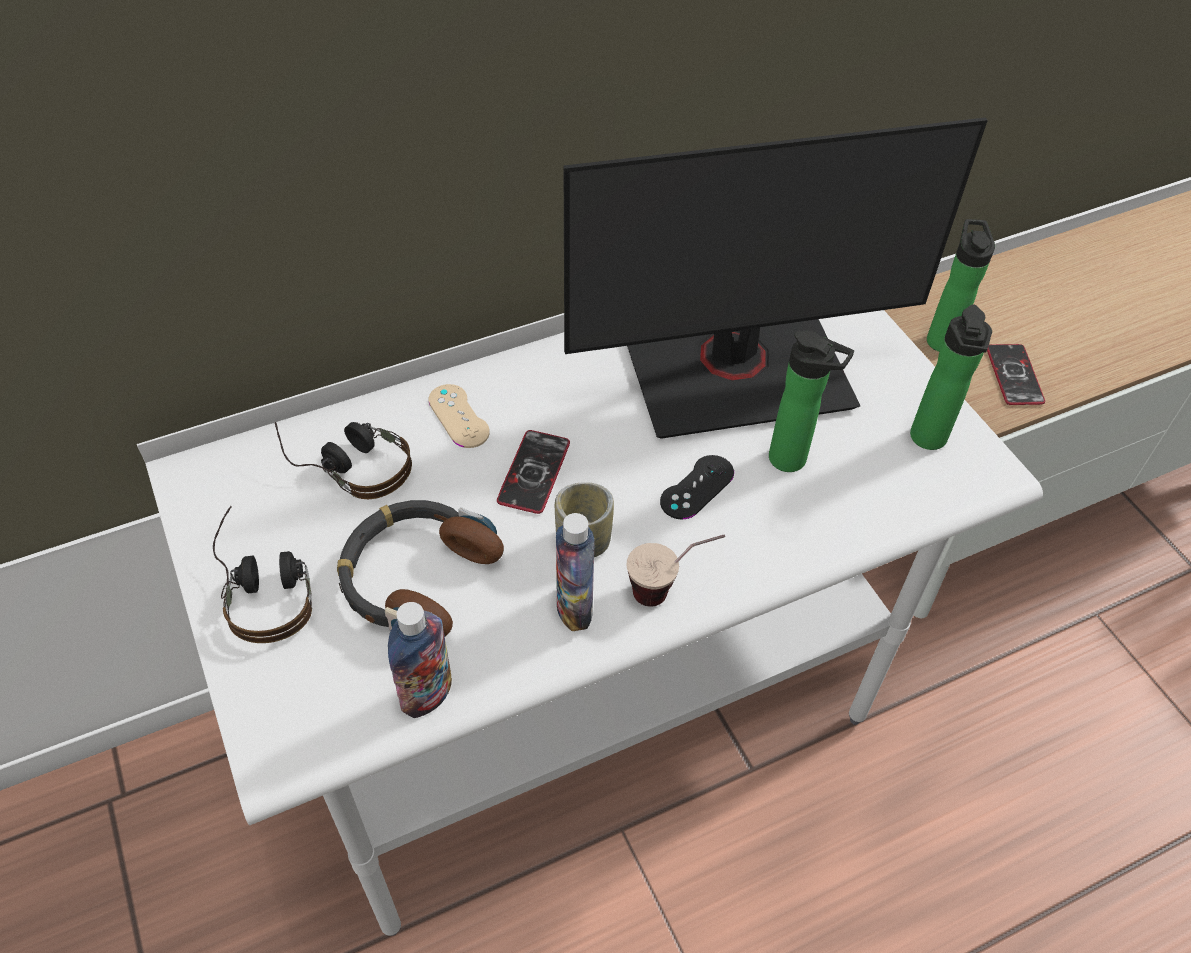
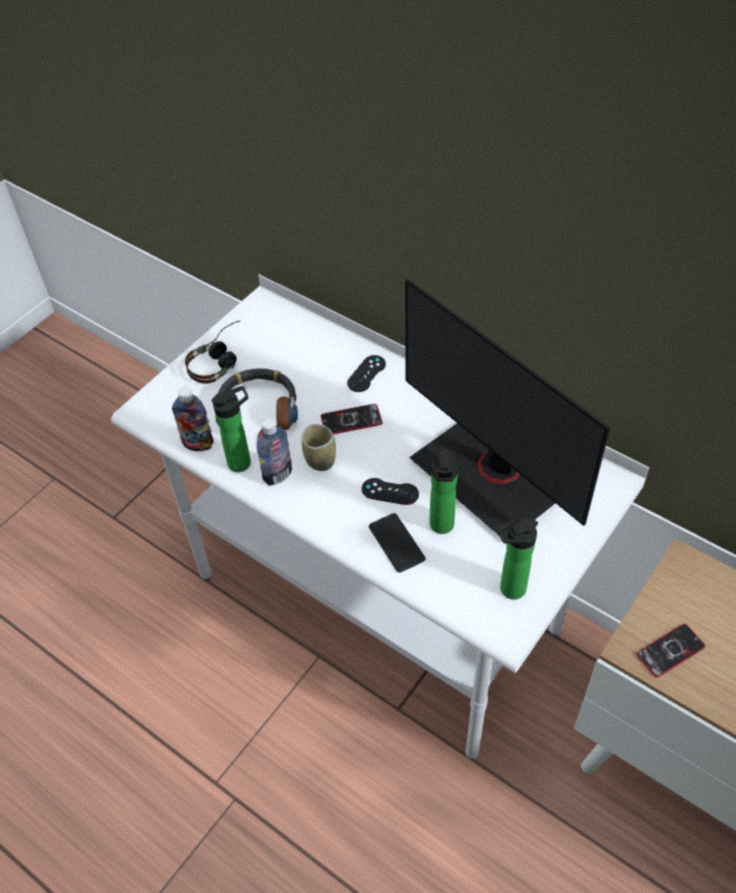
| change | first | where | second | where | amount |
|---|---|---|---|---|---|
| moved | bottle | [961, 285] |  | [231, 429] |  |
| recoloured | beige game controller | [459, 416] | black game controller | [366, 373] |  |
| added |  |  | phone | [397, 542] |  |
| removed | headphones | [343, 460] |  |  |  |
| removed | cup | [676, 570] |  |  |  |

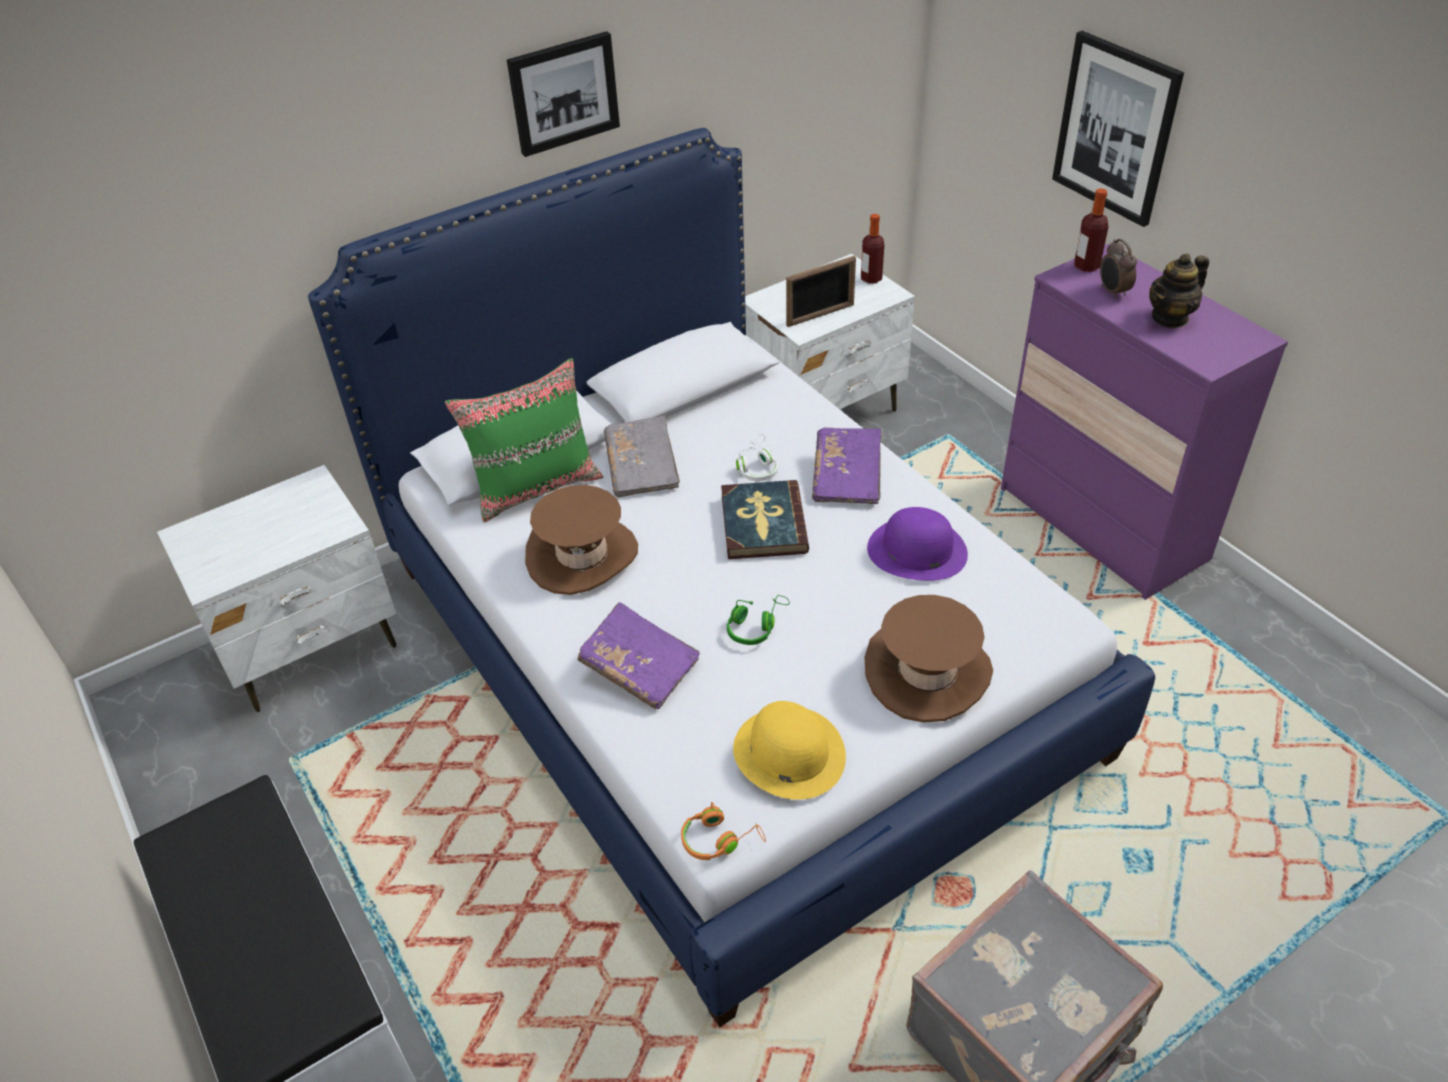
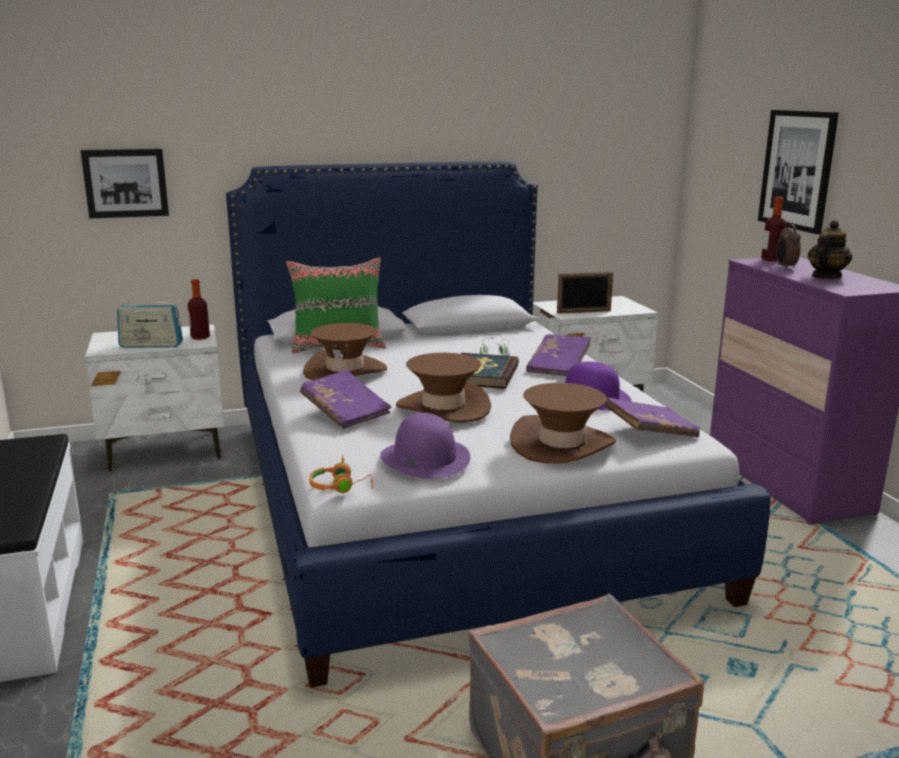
| change | first | where | second | where | amount |
|---|---|---|---|---|---|
| moved | picture | [563, 94] |  | [124, 183] |  |
| added |  |  | radio | [150, 322] |  |
| moved | bottle | [872, 249] |  | [199, 309] |  |
| recoloured | yellow hat | [789, 750] | purple hat | [425, 446] |  |
| replaced | green headphones | [758, 620] | brown hat | [443, 388] |  |
| added |  |  | purple book | [652, 417] |  |
| turned | teapot | [1179, 290] |  | [830, 249] | 150 degrees clockwise |
| removed | grey book | [642, 456] |  |  |  |

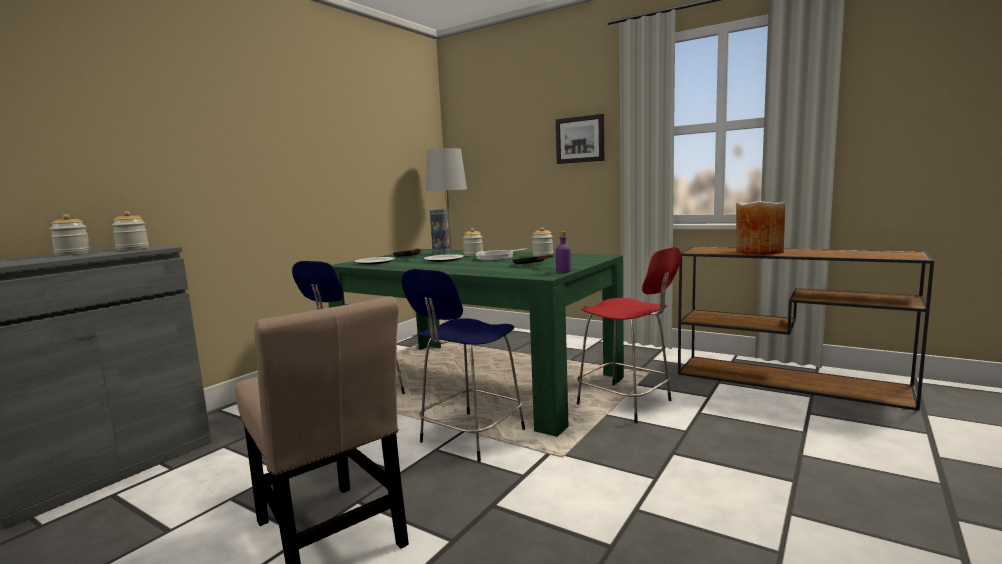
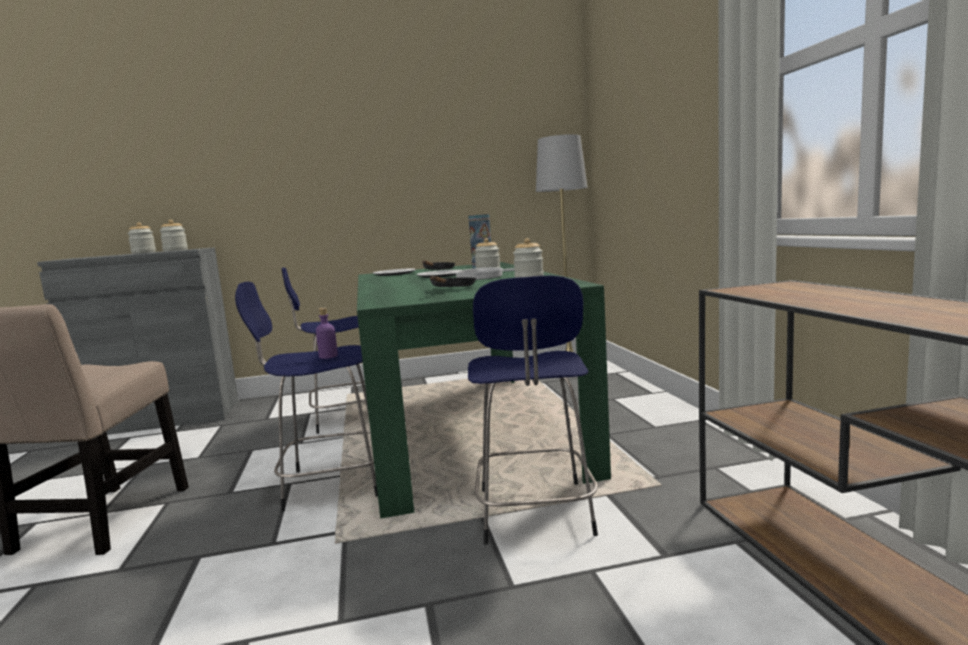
| change | first | where | second | where | amount |
|---|---|---|---|---|---|
| moved | purple bottle | [563, 252] |  | [327, 333] |  |
| recoloured | red stool | [629, 335] | blue stool | [533, 410] |  |
| removed | picture | [580, 139] |  |  |  |
| removed | beige vase | [760, 228] |  |  |  |

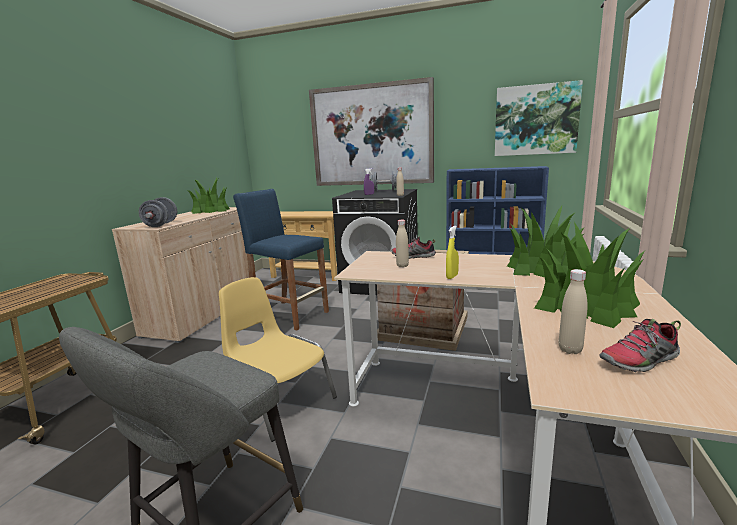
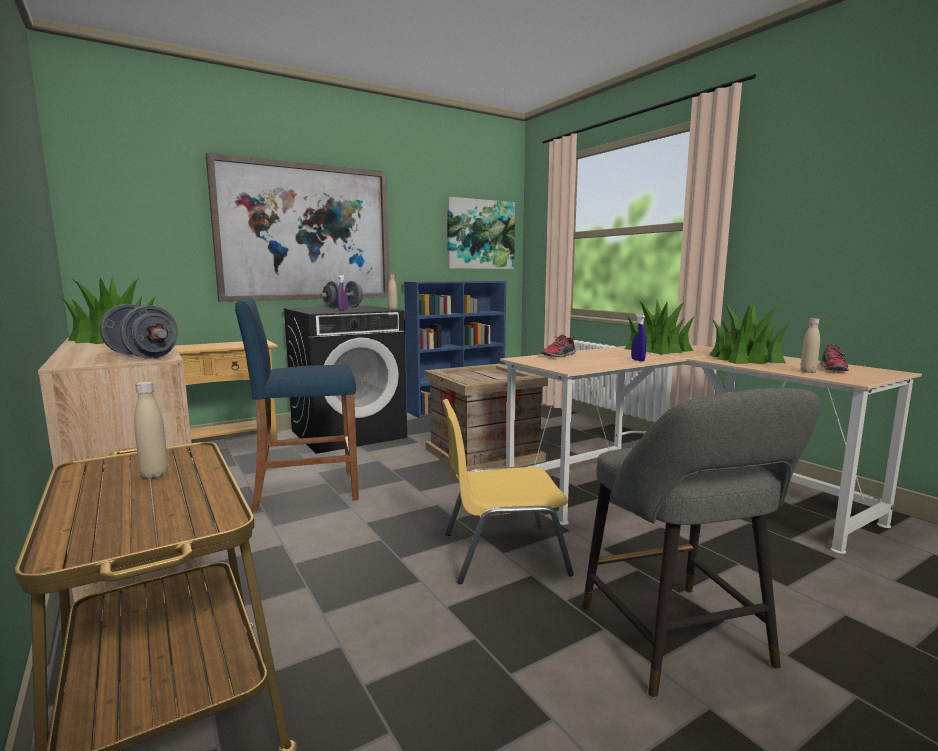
| change | first | where | second | where | amount |
|---|---|---|---|---|---|
| moved | beige bottle | [402, 243] |  | [151, 430] |  |
| recoloured | yellow spray bottle | [452, 252] | blue spray bottle | [638, 338] |  |

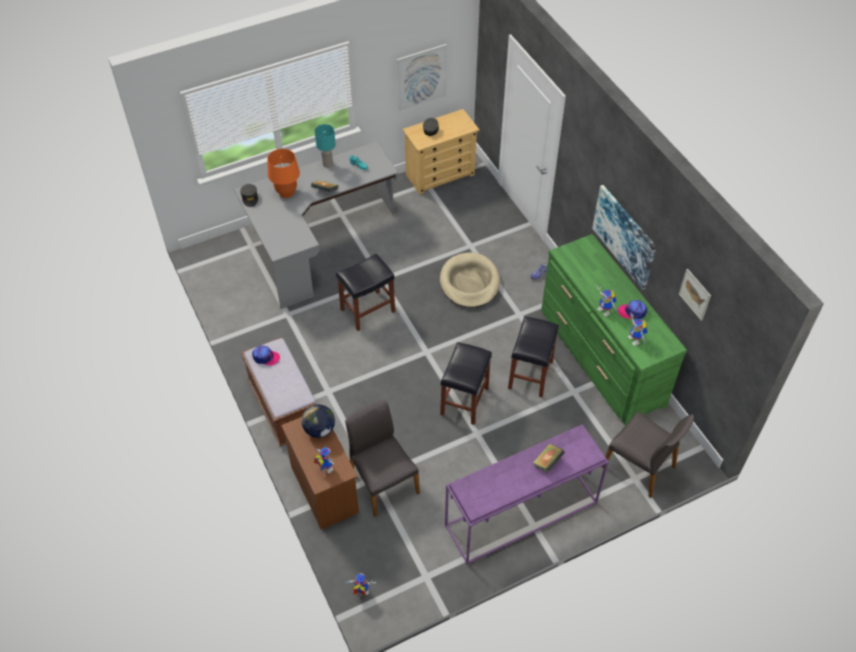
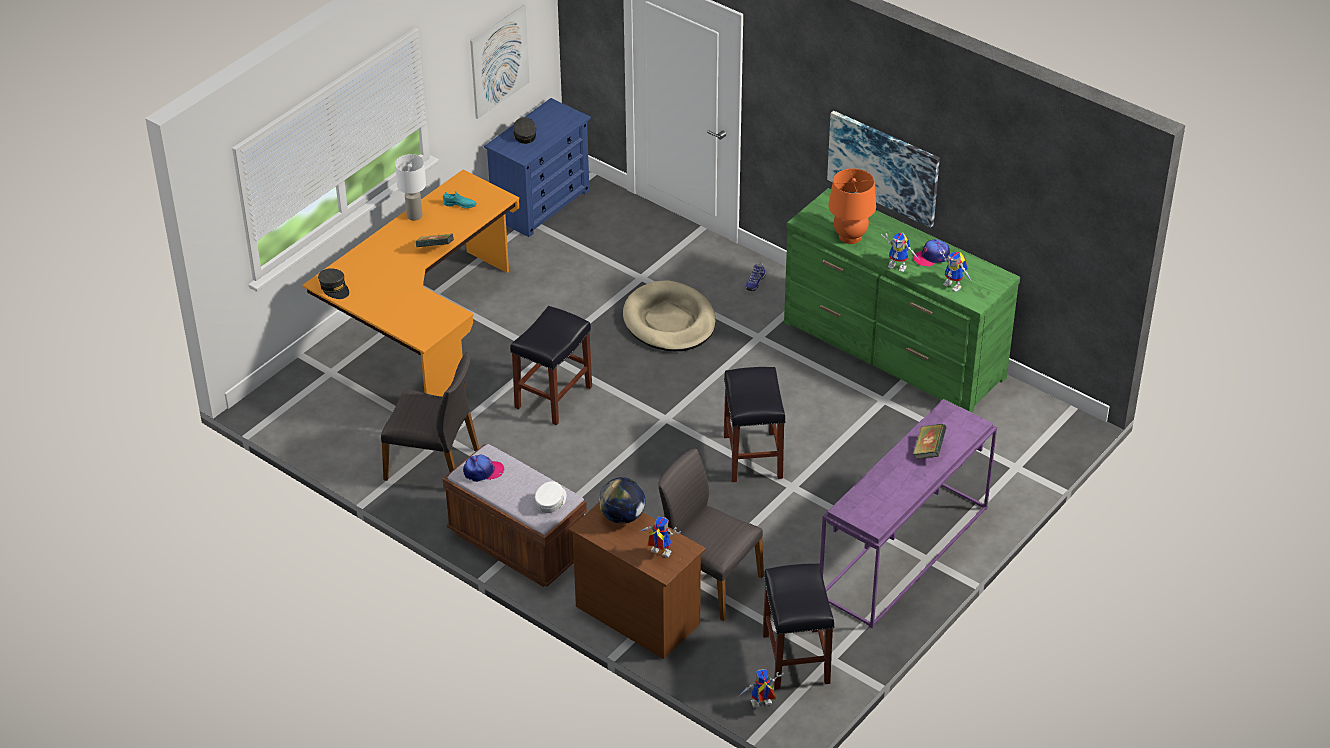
| change | first | where | second | where | amount |
|---|---|---|---|---|---|
| recoloured | grey desk | [316, 225] | orange desk | [410, 283] |  |
| moved | grey chair | [648, 454] |  | [430, 416] |  |
| recoloured | turquoise table lamp | [325, 146] | white table lamp | [410, 187] |  |
| recoloured | beige dresser | [440, 151] | blue dresser | [537, 167] |  |
| added |  |  | white cap | [550, 497] |  |
| moved | black stool | [533, 356] |  | [798, 626] |  |
| moved | orange table lamp | [283, 173] |  | [852, 206] |  |
| removed | picture | [695, 295] |  |  |  |

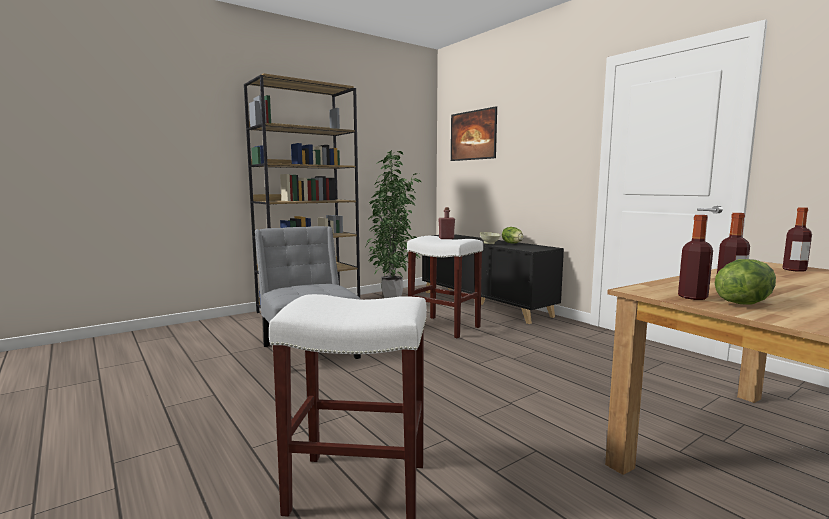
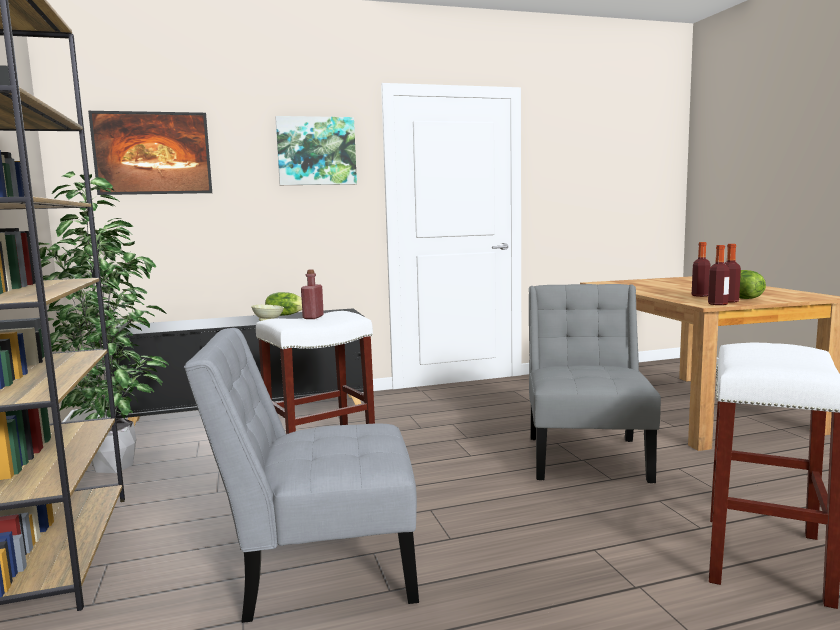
| change | first | where | second | where | amount |
|---|---|---|---|---|---|
| added |  |  | picture | [316, 150] |  |
| added |  |  | grey chair | [595, 383] |  |
| moved | bottle | [797, 239] |  | [719, 275] |  |

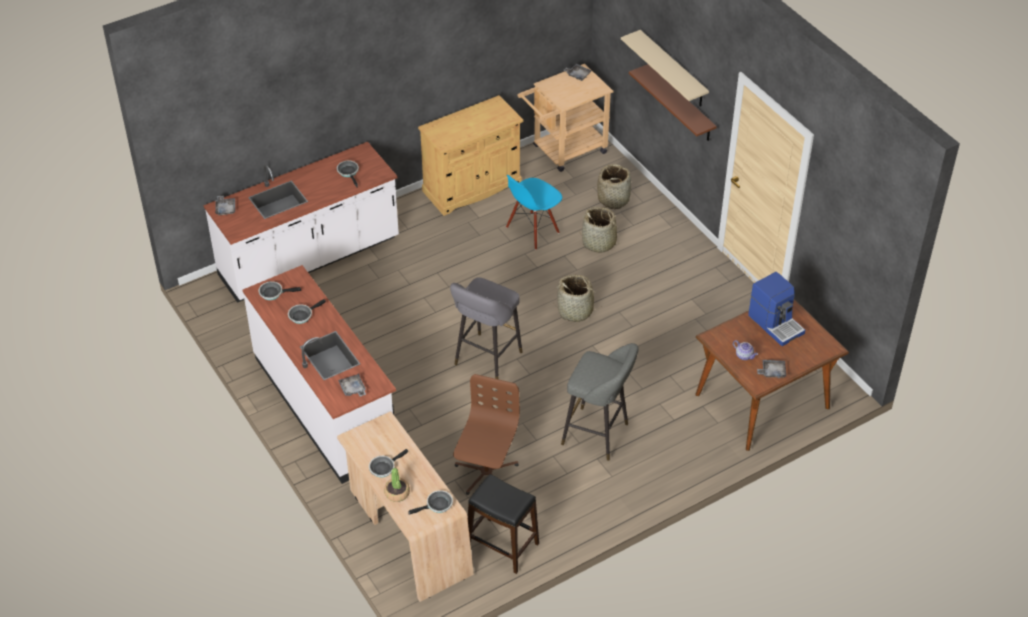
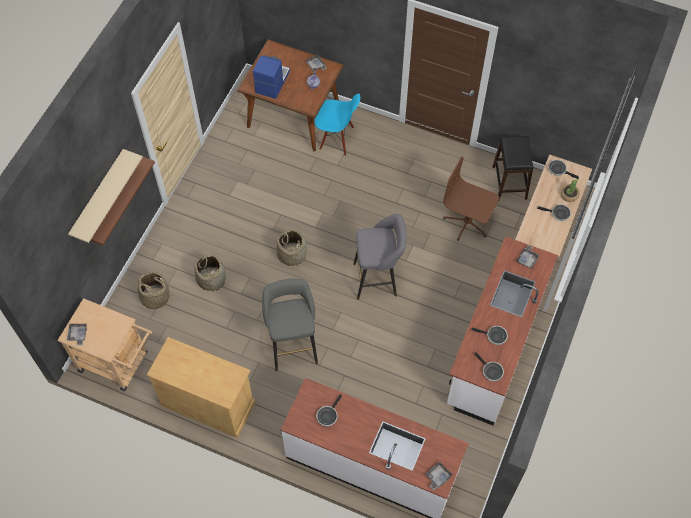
| change | first | where | second | where | amount |
|---|---|---|---|---|---|
| moved | grey stool | [600, 402] |  | [290, 325] |  |
| moved | blue chair | [534, 212] |  | [337, 124] |  |
| turned | brown office chair | [486, 434] |  | [471, 199] | 45 degrees clockwise |

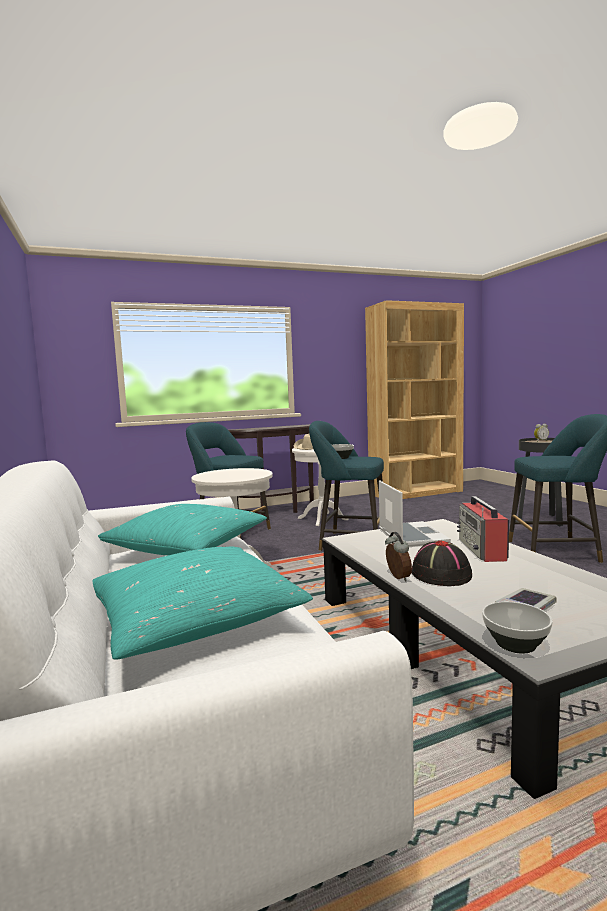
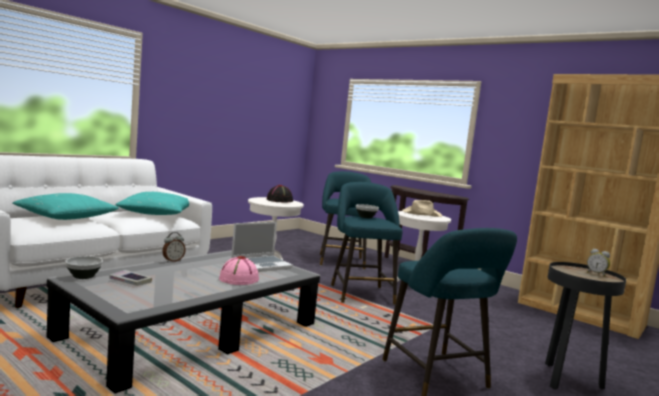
| change | first | where | second | where | amount |
|---|---|---|---|---|---|
| replaced | radio | [483, 529] | pink hat | [239, 270] |  |
| moved | black hat | [441, 563] |  | [280, 193] |  |

